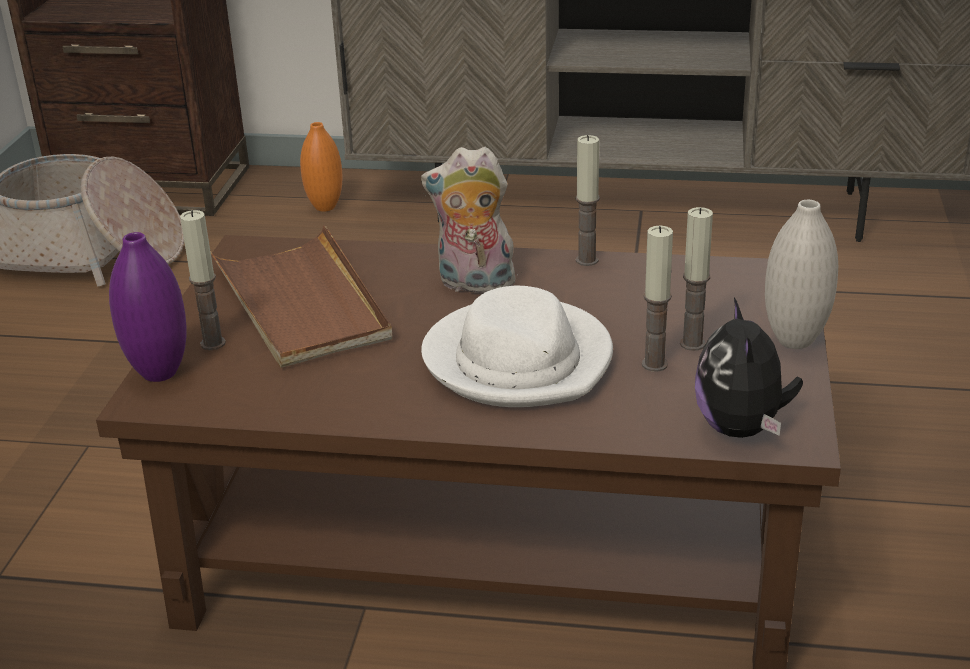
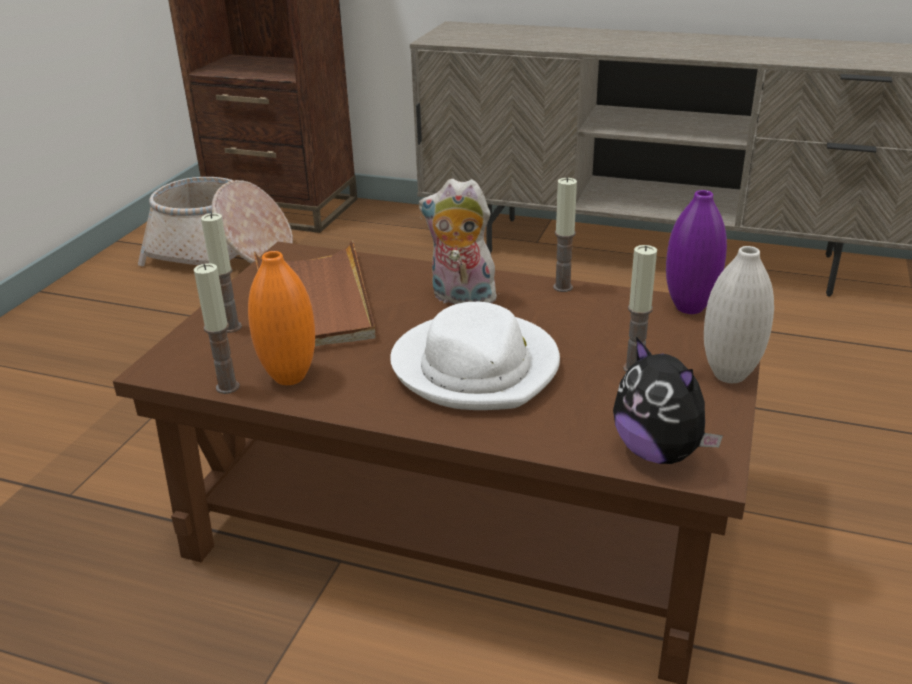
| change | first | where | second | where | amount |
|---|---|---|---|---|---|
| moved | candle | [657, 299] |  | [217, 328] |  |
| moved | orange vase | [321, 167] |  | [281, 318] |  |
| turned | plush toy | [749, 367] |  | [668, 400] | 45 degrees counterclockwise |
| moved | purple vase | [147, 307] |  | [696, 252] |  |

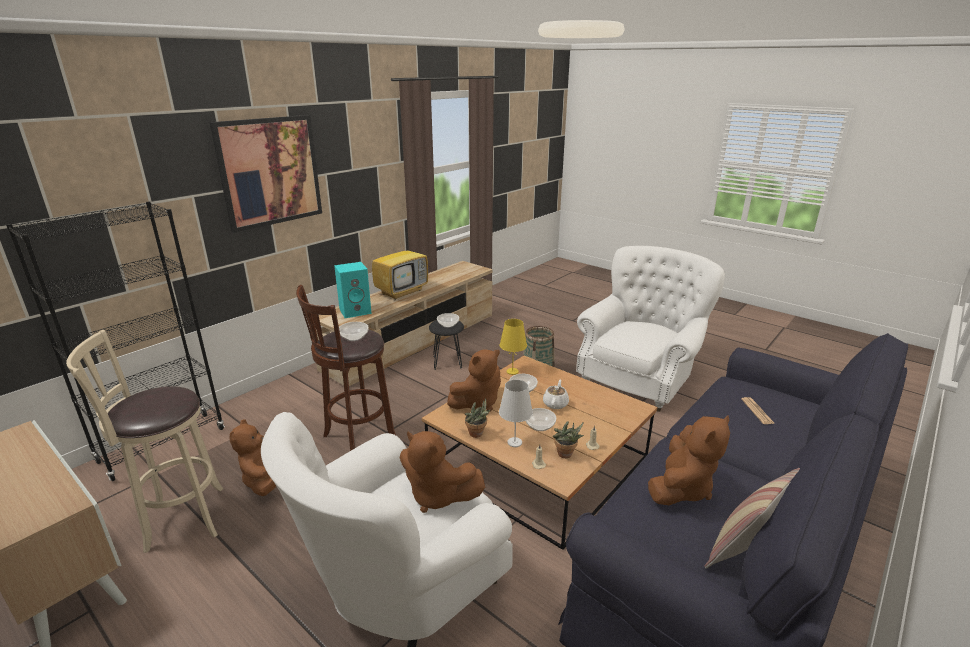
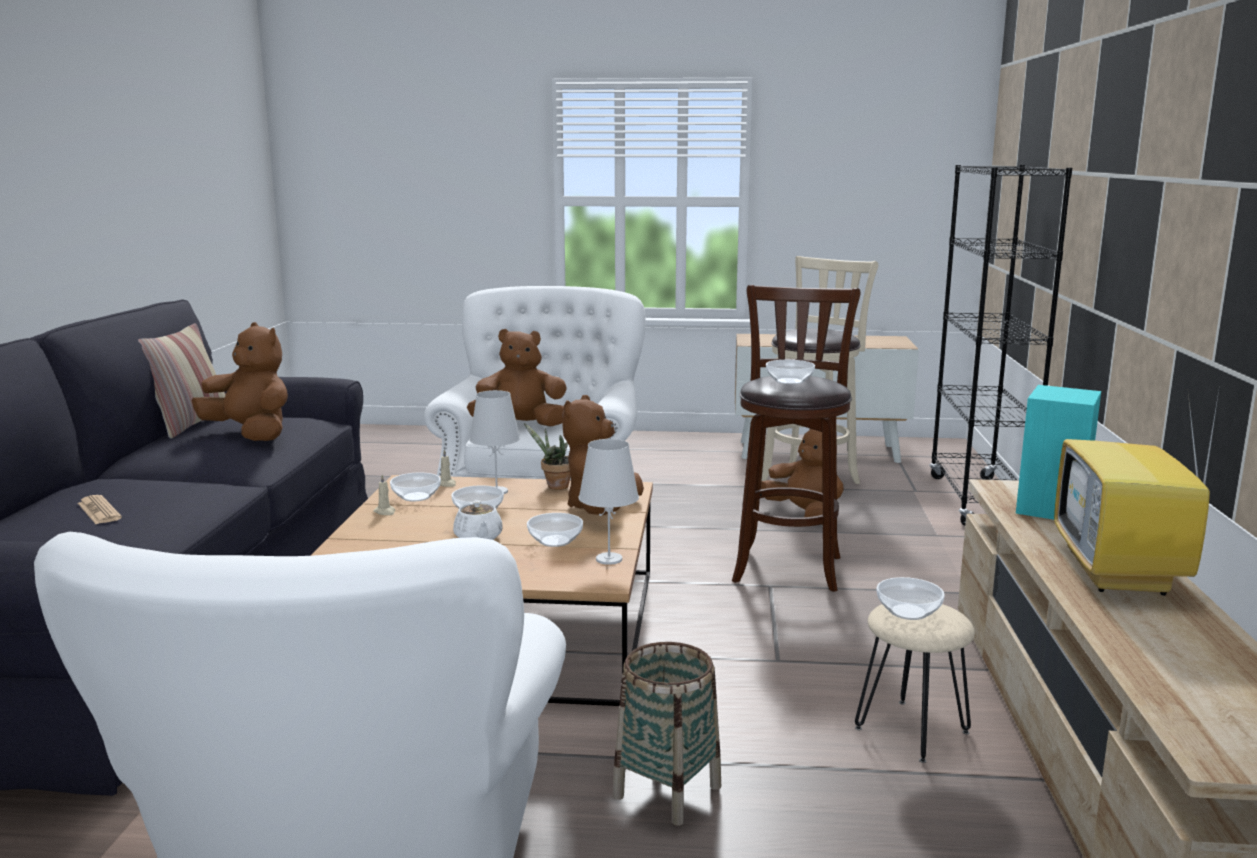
| change | first | where | second | where | amount |
|---|---|---|---|---|---|
| turned | brown plush toy | [689, 460] |  | [239, 381] | 120 degrees clockwise |
| replaced | potted plant | [568, 439] | bowl | [415, 487] |  |
| recoloured | yellow table lamp | [513, 347] | white table lamp | [608, 502] |  |
| recoloured | black stool | [446, 345] | beige stool | [915, 683] |  |
| removed | picture | [266, 174] |  |  |  |

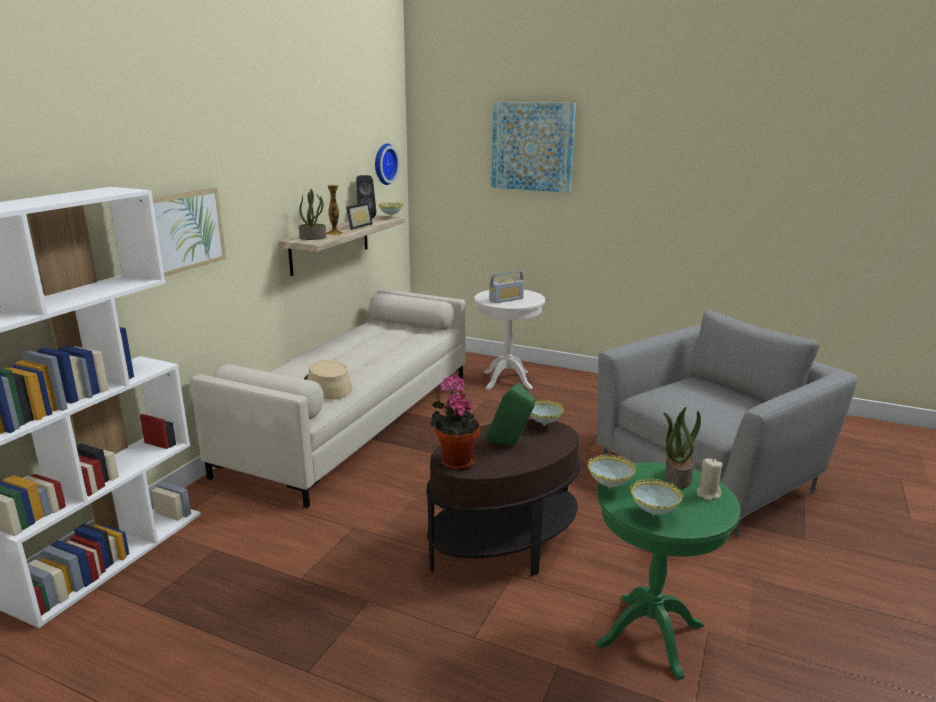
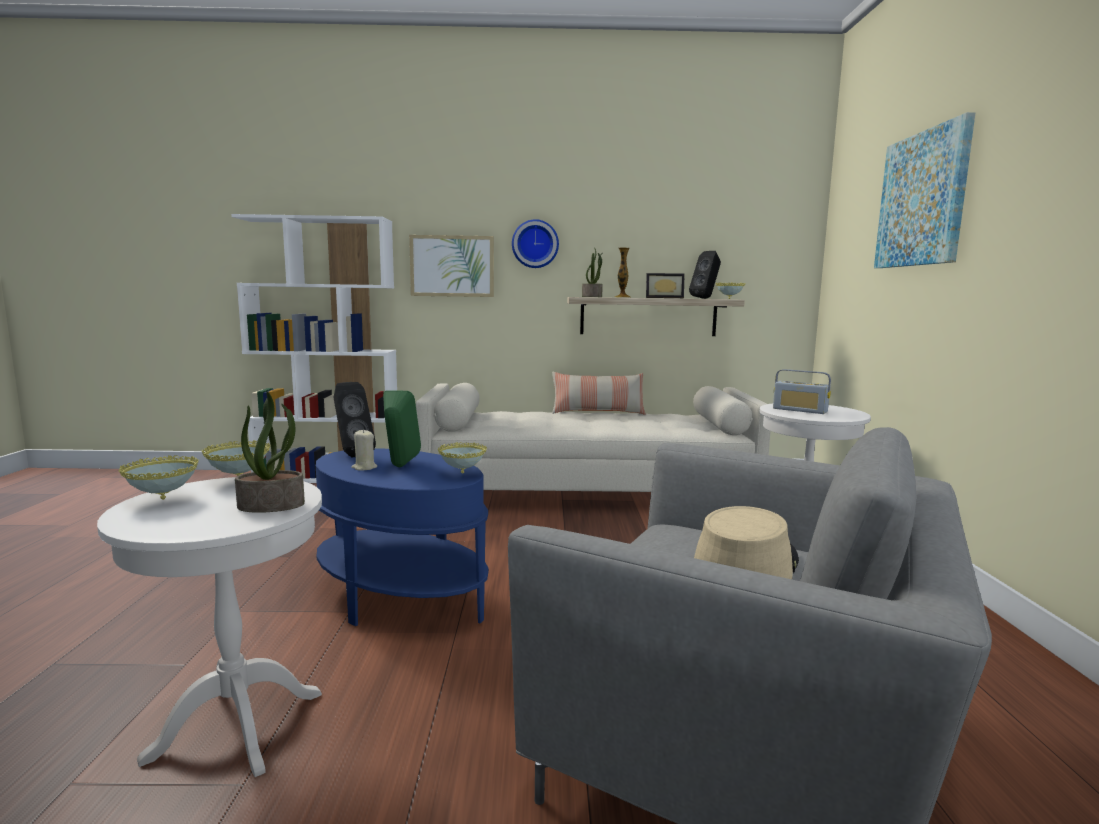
| change | first | where | second | where | amount |
|---|---|---|---|---|---|
| recoloured | green side table | [668, 571] | white side table | [209, 627] |  |
| recoloured | brown side table | [503, 497] | blue side table | [402, 537] |  |
| replaced | potted plant | [455, 422] | black speaker | [355, 419] |  |
| moved | beige candle | [709, 479] |  | [364, 450] |  |
| moved | wall clock | [387, 164] |  | [535, 243] |  |
| added |  |  | pillow | [599, 393] |  |
| moved | beige hat | [328, 380] |  | [746, 542] |  |

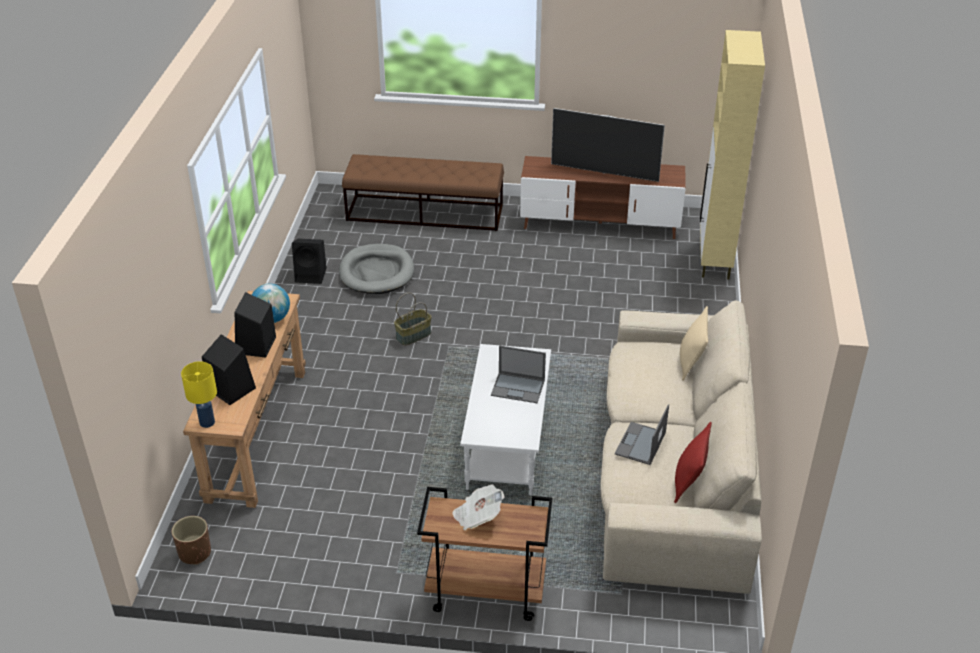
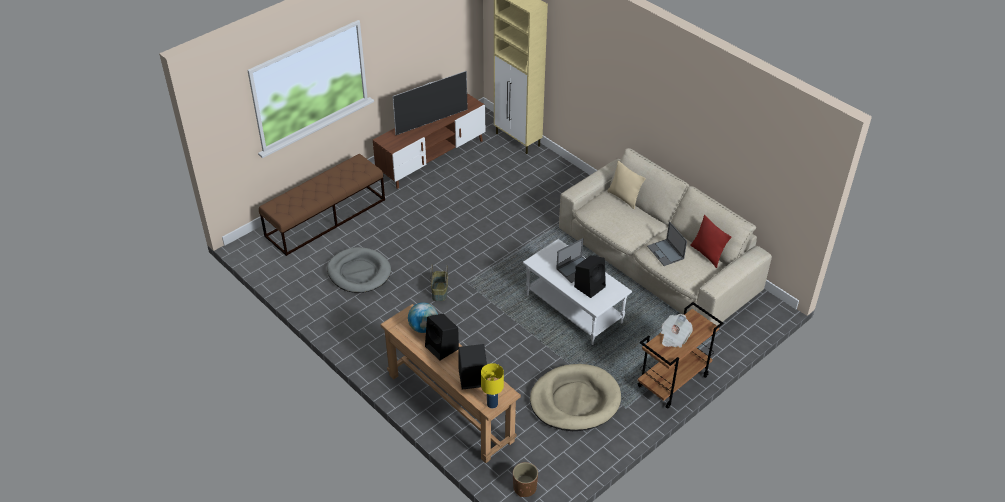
| change | first | where | second | where | amount |
|---|---|---|---|---|---|
| added |  |  | beige dog bed | [575, 397] |  |
| moved | black speaker | [309, 261] |  | [590, 276] |  |

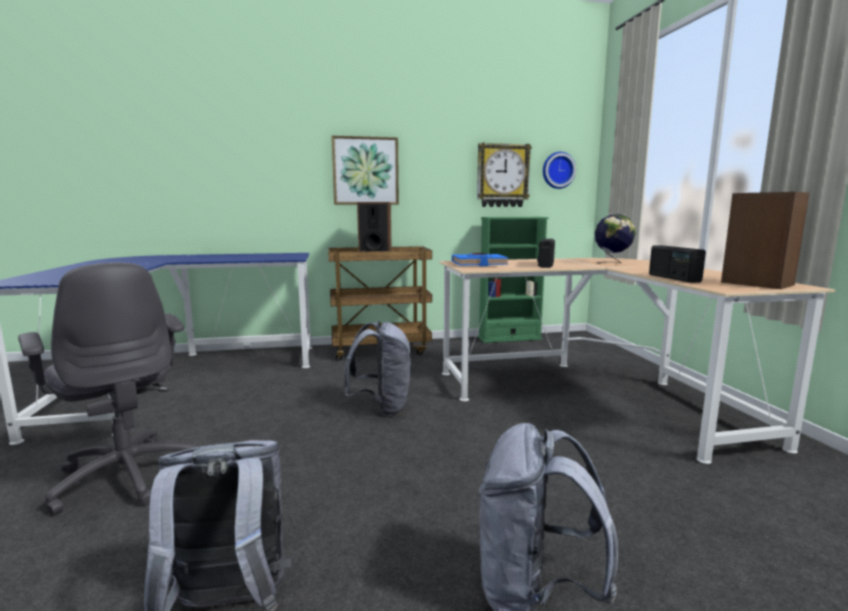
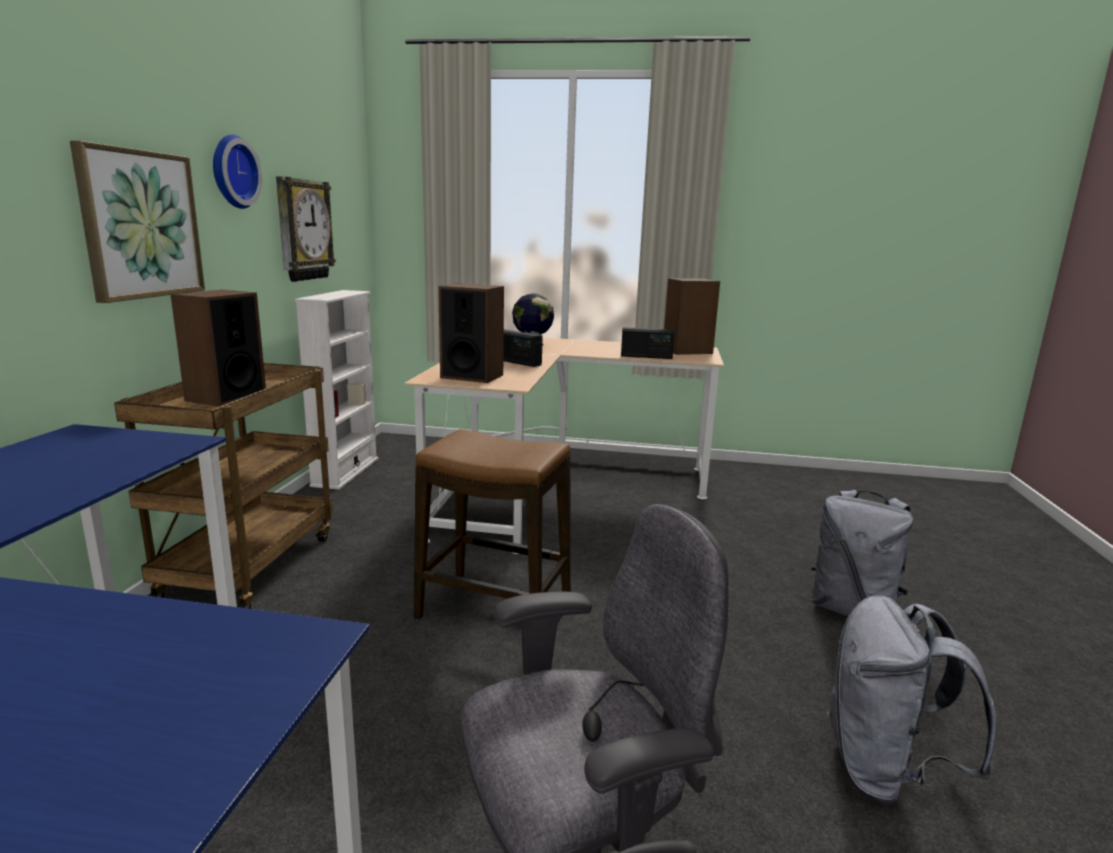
| change | first | where | second | where | amount |
|---|---|---|---|---|---|
| moved | wall clock | [559, 170] |  | [237, 172] |  |
| recoloured | green bookcase | [513, 280] | white bookcase | [337, 390] |  |
| replaced | grey backpack | [377, 368] | stool | [492, 524] |  |
| replaced | blue book | [480, 259] | speaker | [471, 333] |  |

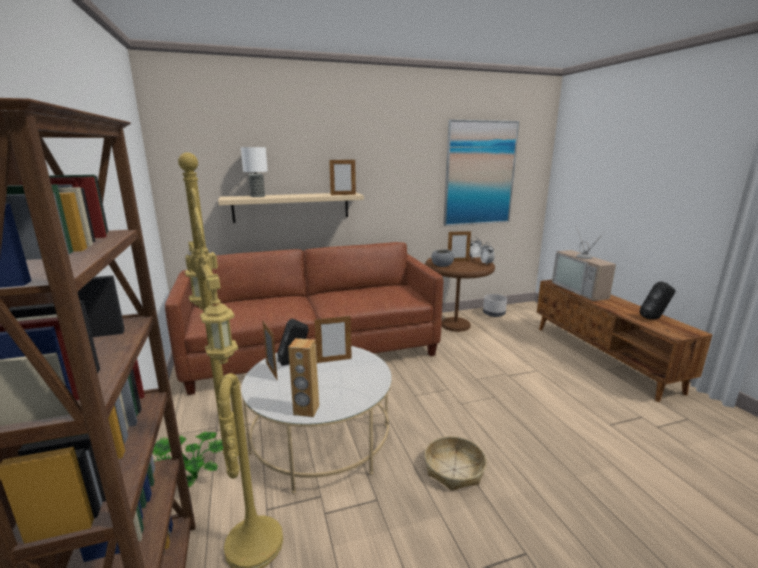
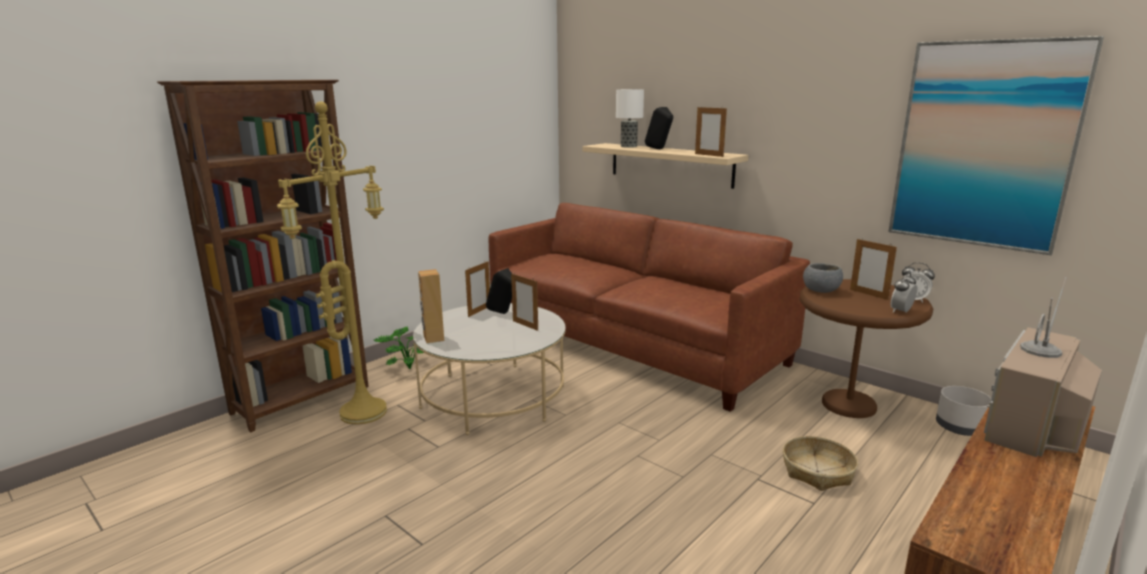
| change | first | where | second | where | amount |
|---|---|---|---|---|---|
| moved | black speaker | [657, 300] |  | [659, 128] |  |
| moved | basket | [456, 463] |  | [820, 463] |  |

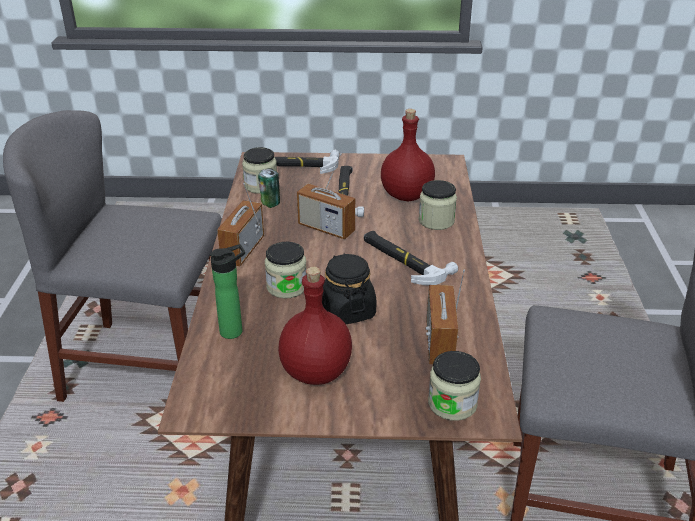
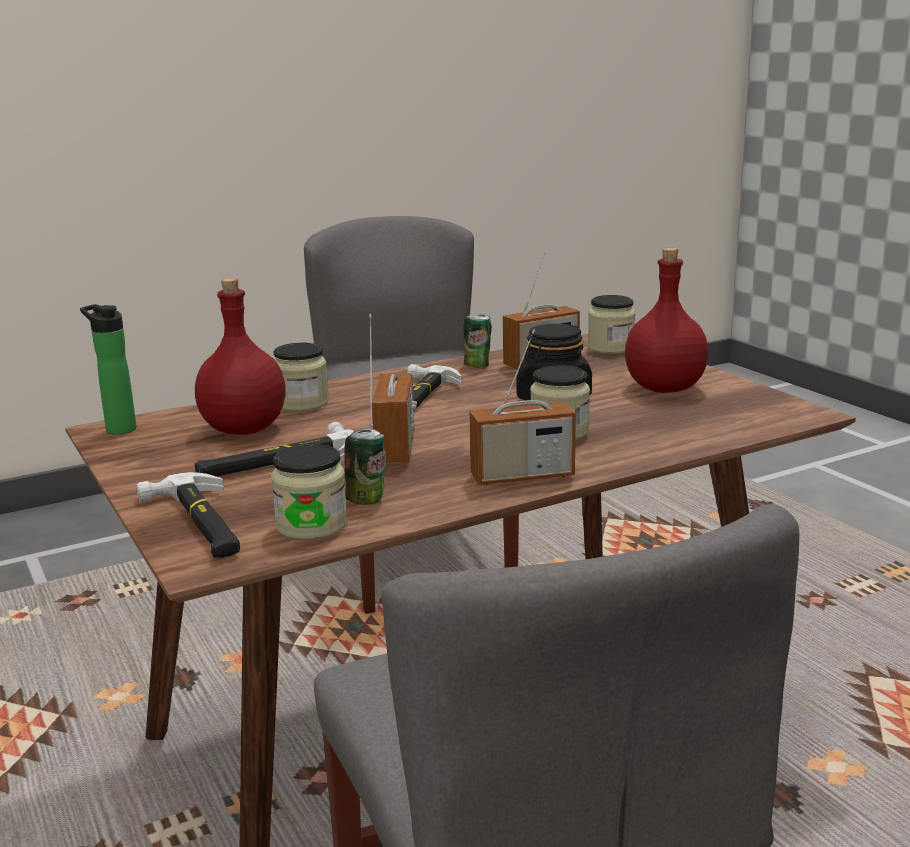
| change | first | where | second | where | amount |
|---|---|---|---|---|---|
| moved | bottle | [227, 291] |  | [108, 369] |  |
| added |  |  | can | [477, 341] |  |

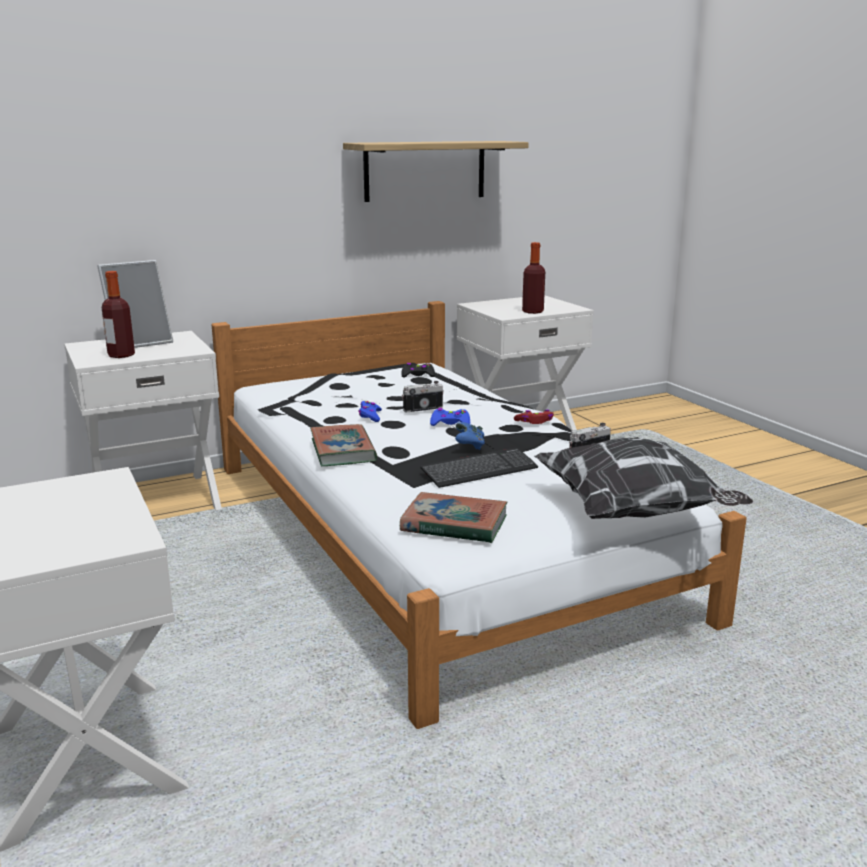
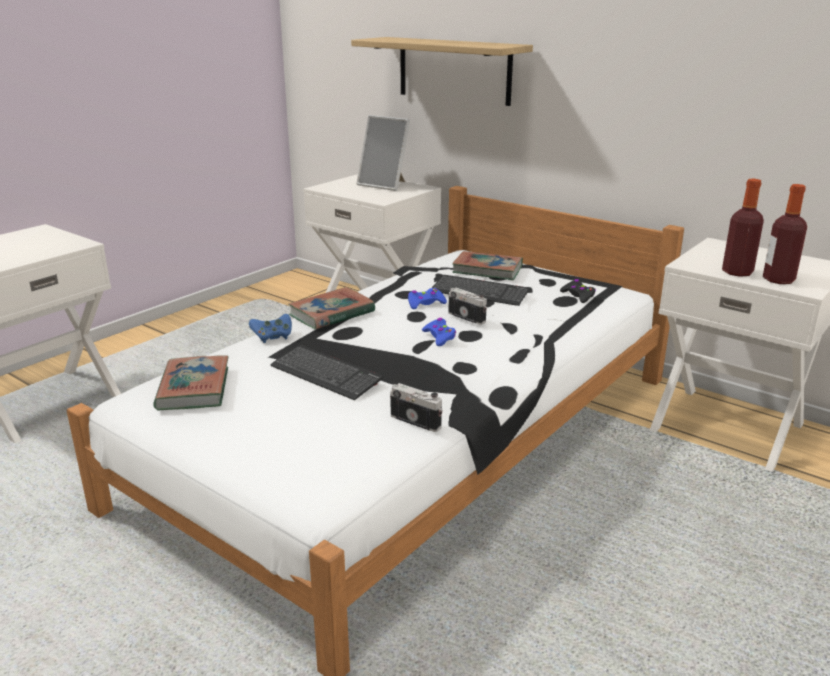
| change | first | where | second | where | amount |
|---|---|---|---|---|---|
| moved | blue game controller | [470, 436] |  | [270, 328] |  |
| moved | shelf | [436, 171] |  | [442, 71] |  |
| added |  |  | keyboard | [480, 290] |  |
| added |  |  | book | [487, 265] |  |
| moved | bottle | [118, 314] |  | [785, 234] |  |
| removed | red game controller | [534, 417] |  |  |  |
| removed | pillow | [643, 478] |  |  |  |

